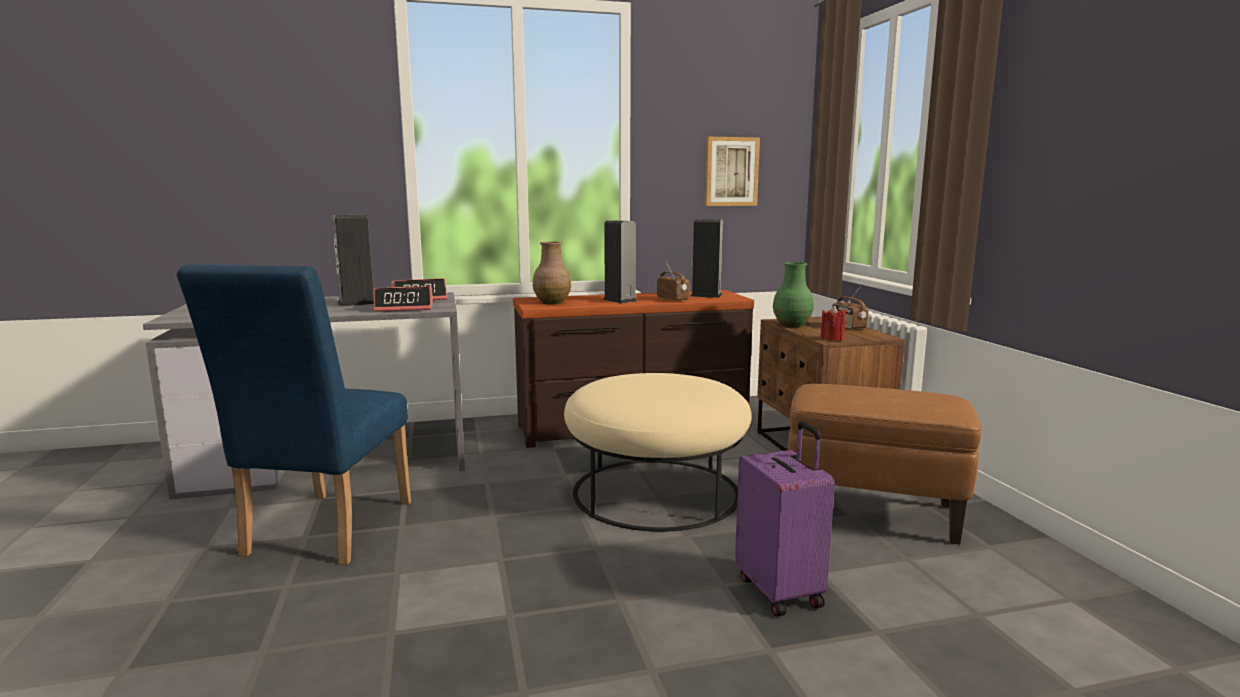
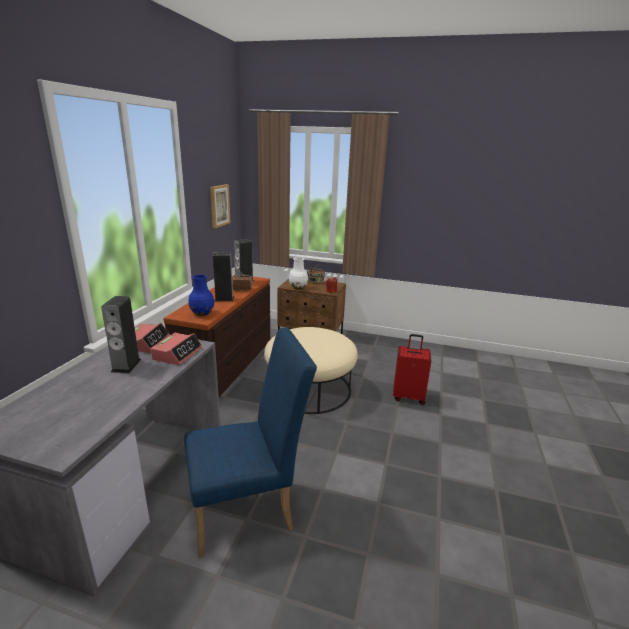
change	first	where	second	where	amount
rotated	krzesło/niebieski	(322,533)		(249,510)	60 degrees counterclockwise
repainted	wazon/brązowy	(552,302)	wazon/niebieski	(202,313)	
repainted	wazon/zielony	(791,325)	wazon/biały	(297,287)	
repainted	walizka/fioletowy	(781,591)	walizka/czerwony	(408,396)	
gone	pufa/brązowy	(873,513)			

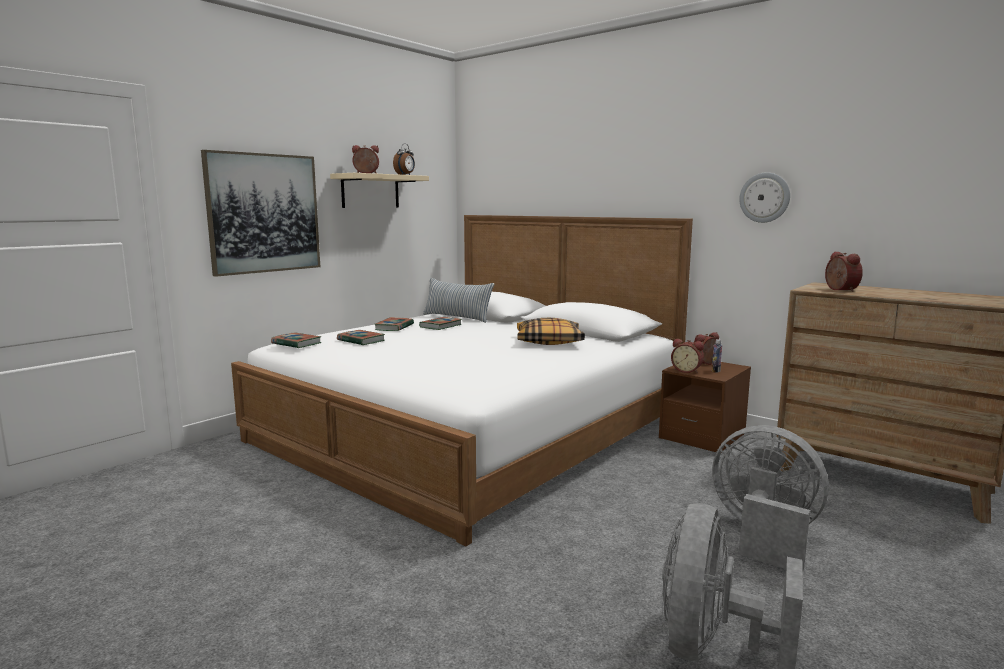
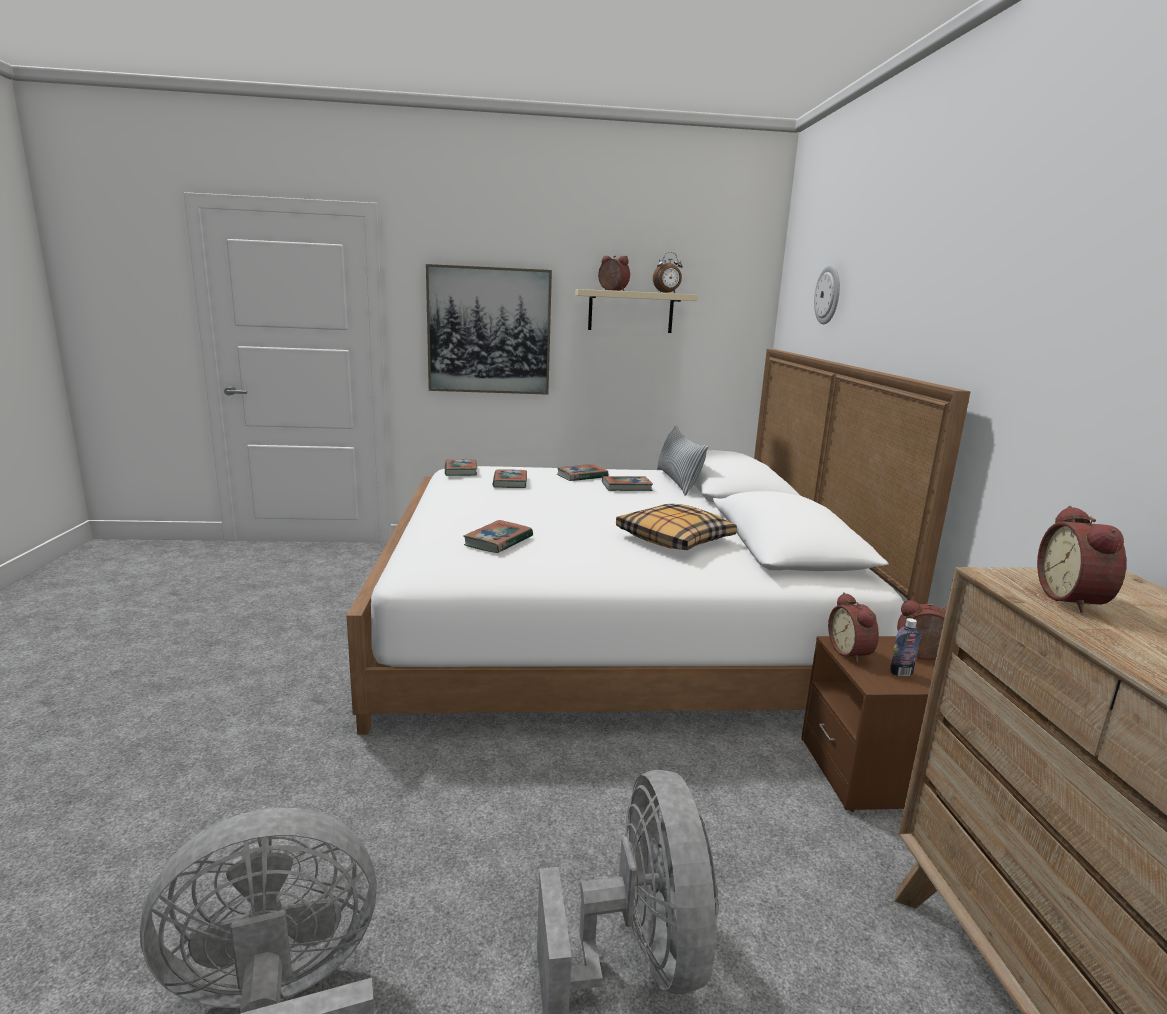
change	first	where	second	where	amount
new			książka	(498,541)	
shifted	zegar ścienny	(764,197)		(828,295)	
rotated	budzik	(839,290)		(1075,600)	150 degrees clockwise

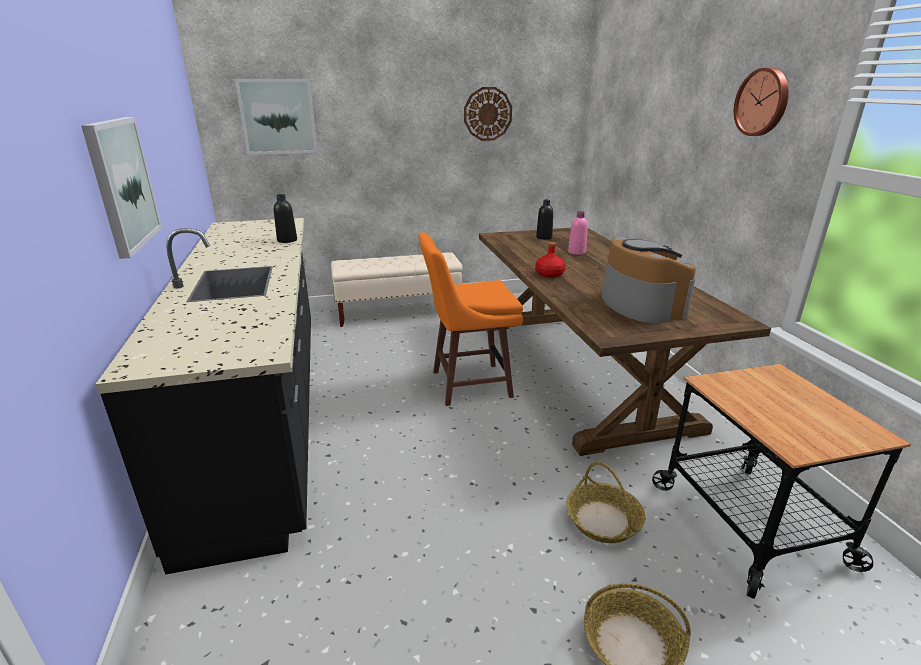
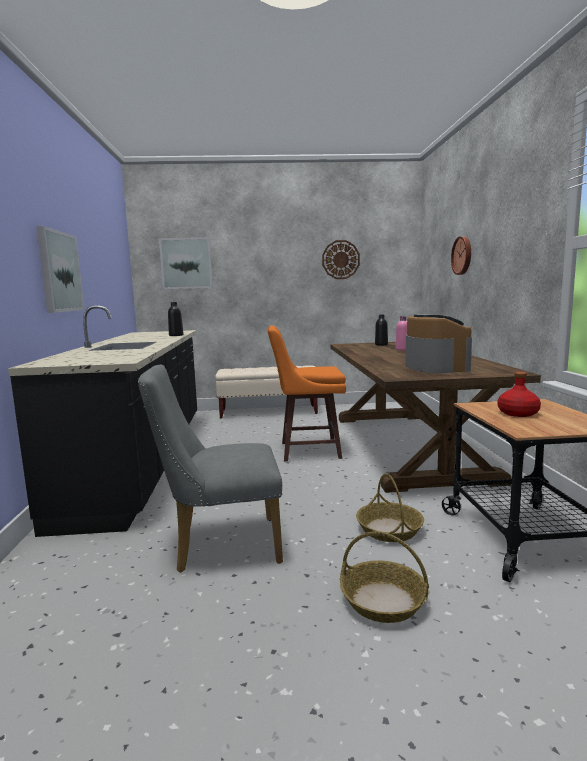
change	first	where	second	where	amount
new			krzesło/szary	(219,545)	
shifted	zegar ścienny	(762,102)		(463,255)	
shifted	butelka/czerwony	(549,274)		(517,413)	

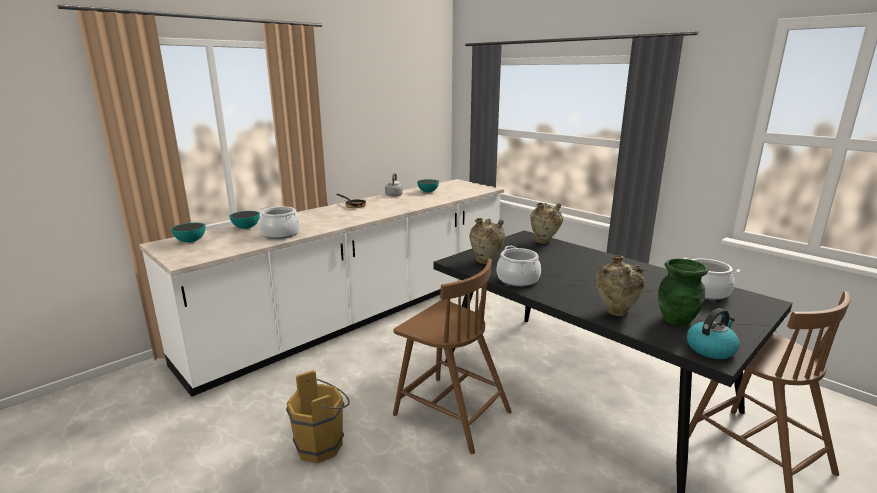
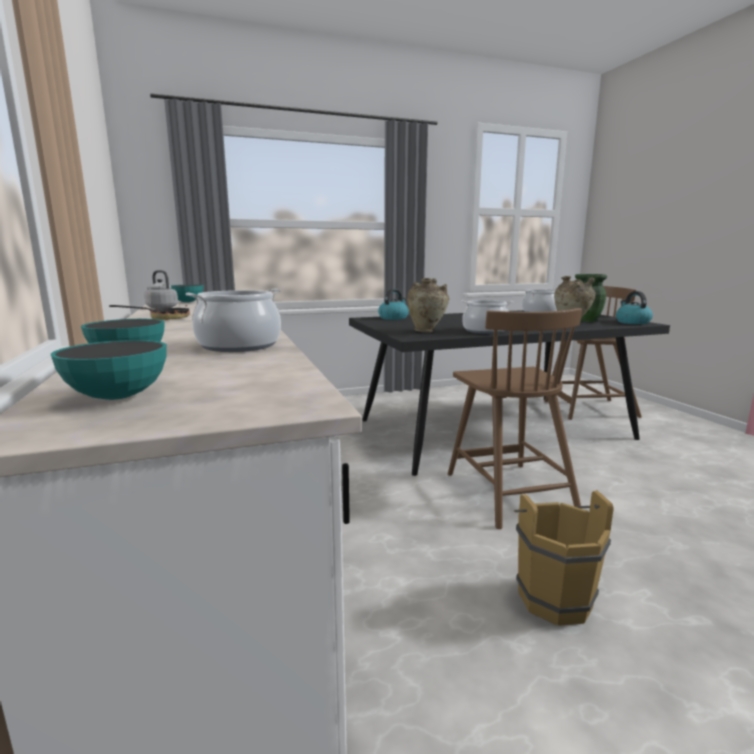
change	first	where	second	where	amount
swapped	wazon/beżowy	(544,242)	czajnik	(393,318)	
rotated	krzesło/brązowy	(450,412)		(508,492)	105 degrees clockwise

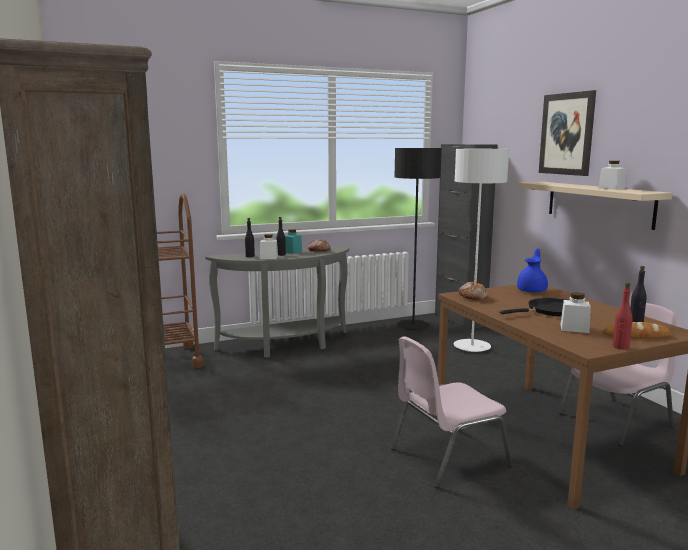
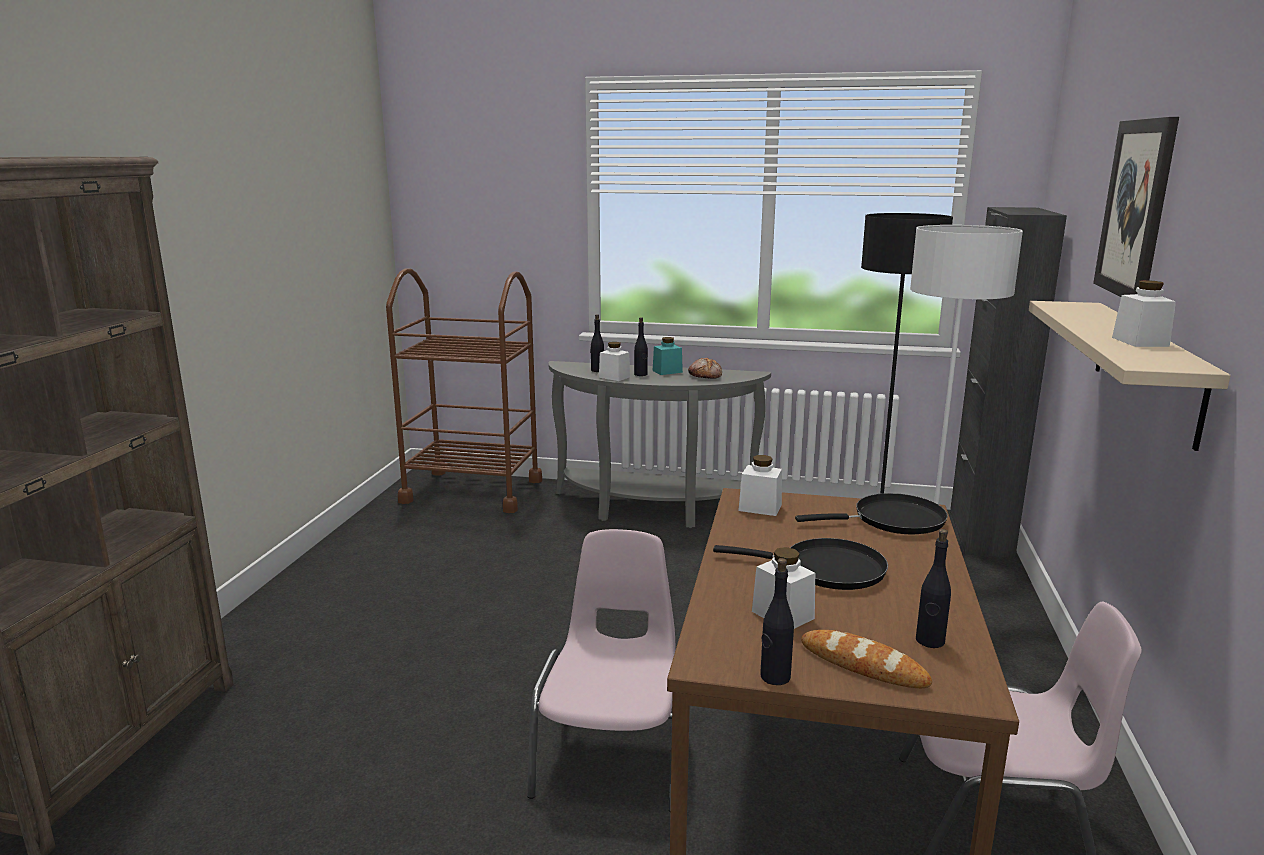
change	first	where	second	where	amount
rotated	krzesło/różowy	(447,457)		(614,753)	90 degrees clockwise
swapped	chleb	(473,297)	słoik/biały	(760,507)	
repainted	butelka/czerwony	(620,347)	butelka/czarny	(774,677)	
swapped	imbryk/niebieski	(532,290)	patelnia/czarny	(892,520)	

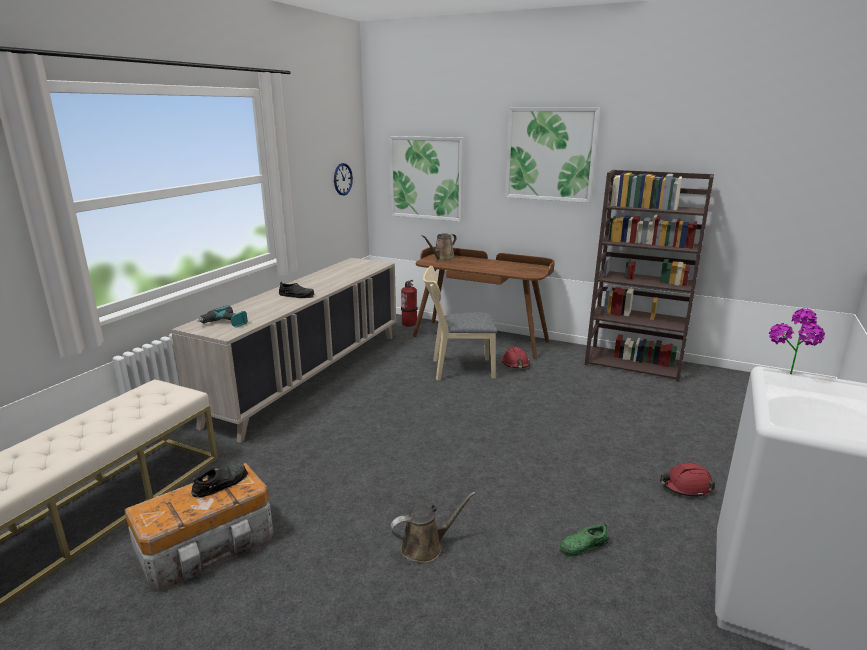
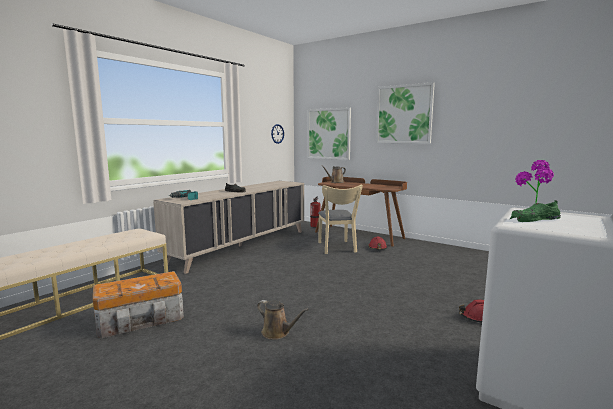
change	first	where	second	where	amount
rotated	konewka/brązowy	(425,547)		(277,333)	45 degrees clockwise
rotated	krzesło/beżowy	(457,369)		(337,248)	105 degrees counterclockwise
shifted	but/zielony	(583,546)		(534,219)	
gone	but/czarny	(221,483)			
gone	regał/brązowy	(634,364)			

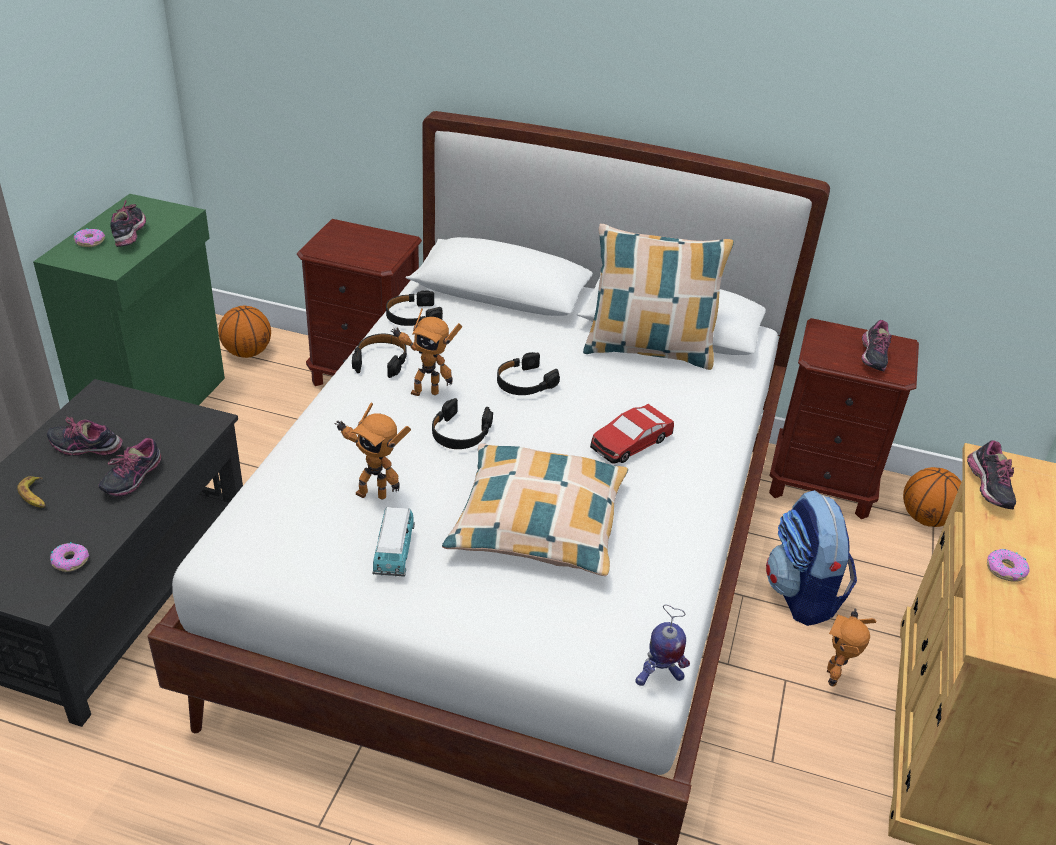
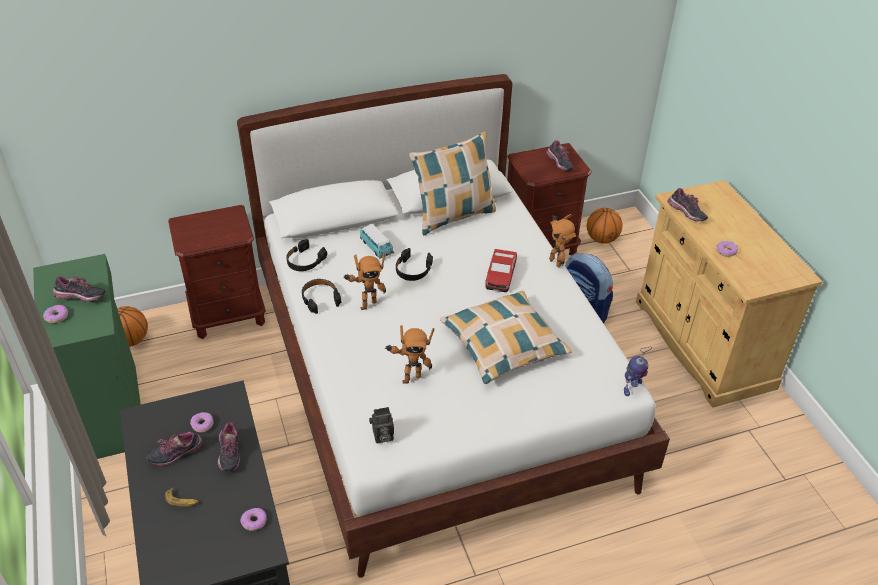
change	first	where	second	where	amount
rotated	but	(131,237)		(81,298)	135 degrees clockwise
new			donut	(202,424)	
shifted	samochodzik	(394,553)		(377,247)	
new			aparat fotograficzny	(382,436)	
shifted	robot zabawkowy	(835,677)		(556,262)	
gone	słuchawki/czarny	(460,433)			

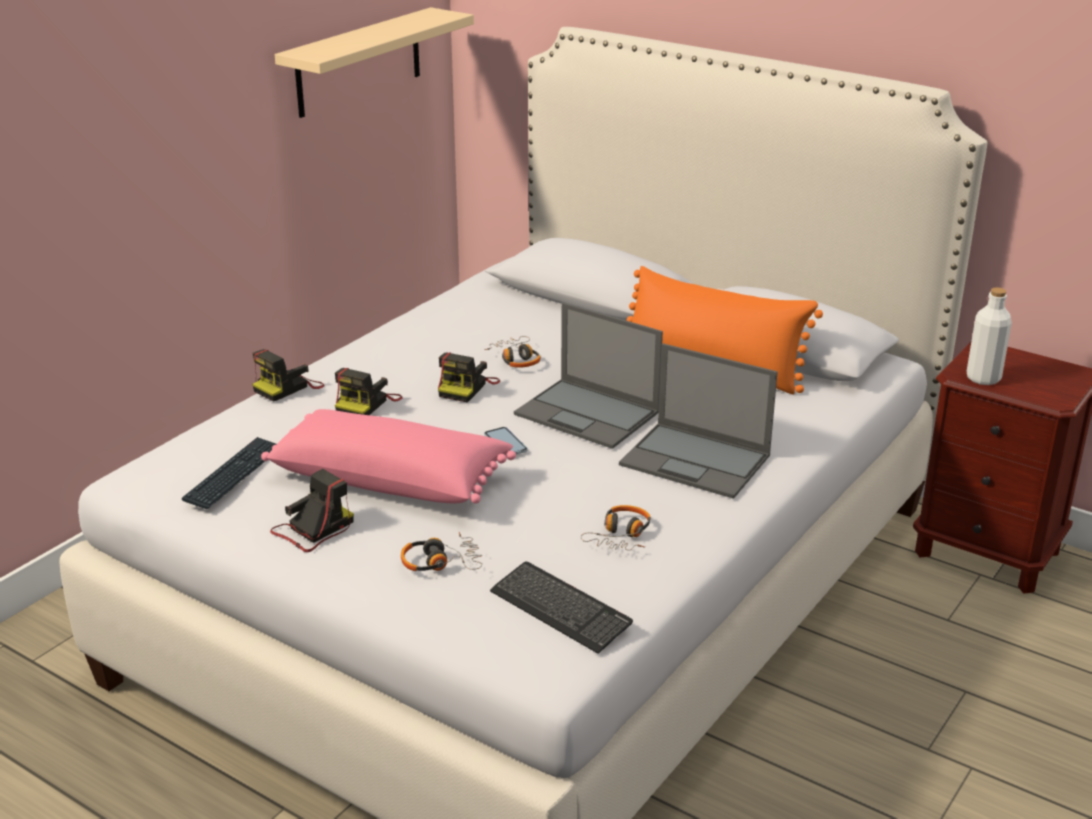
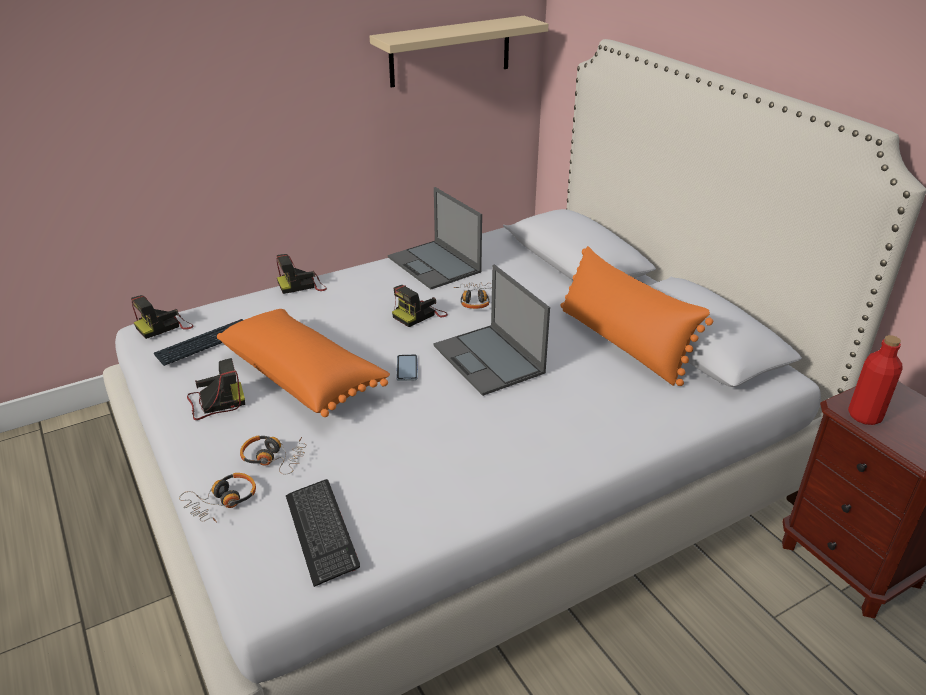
change	first	where	second	where	amount
shifted	aparat fotograficzny	(367,404)		(164,326)	
shifted	słuchawki	(621,536)		(222,502)	
repainted	poduszka/różowy	(391,479)	poduszka/pomarańczowy	(303,376)	
shifted	laptop	(697,460)		(435,265)	
repainted	butelka/biały	(983,378)	butelka/czerwony	(864,416)	

